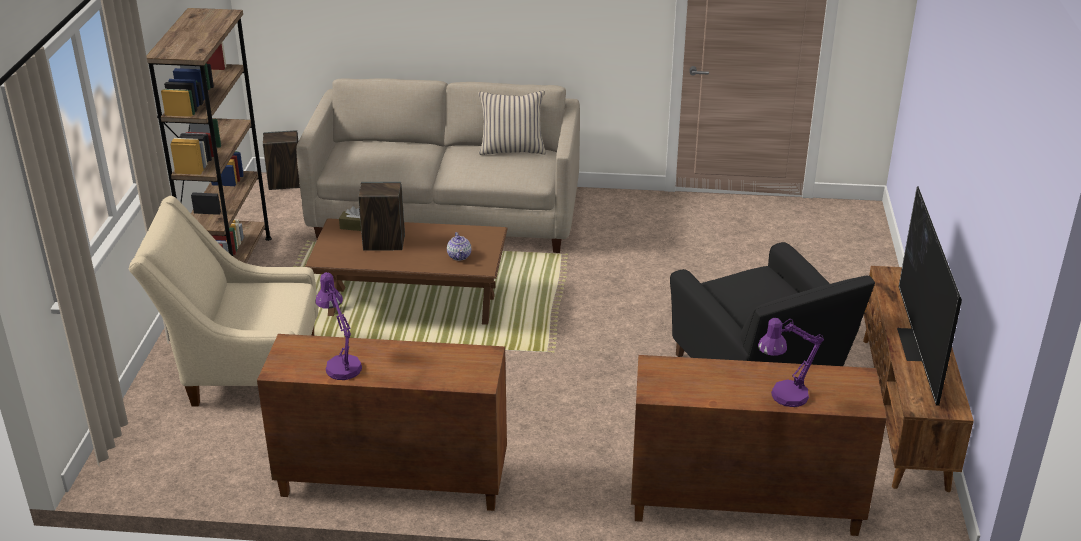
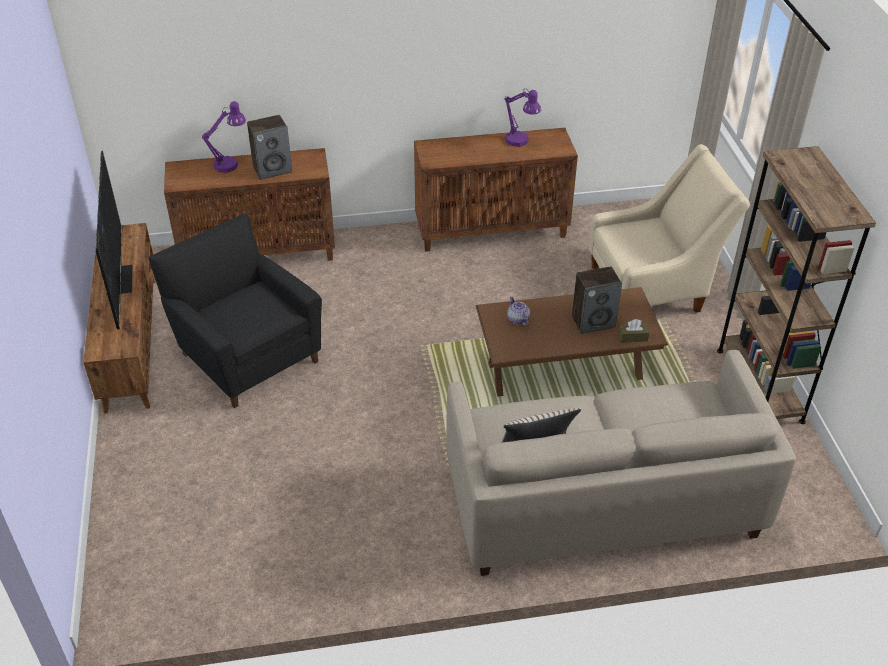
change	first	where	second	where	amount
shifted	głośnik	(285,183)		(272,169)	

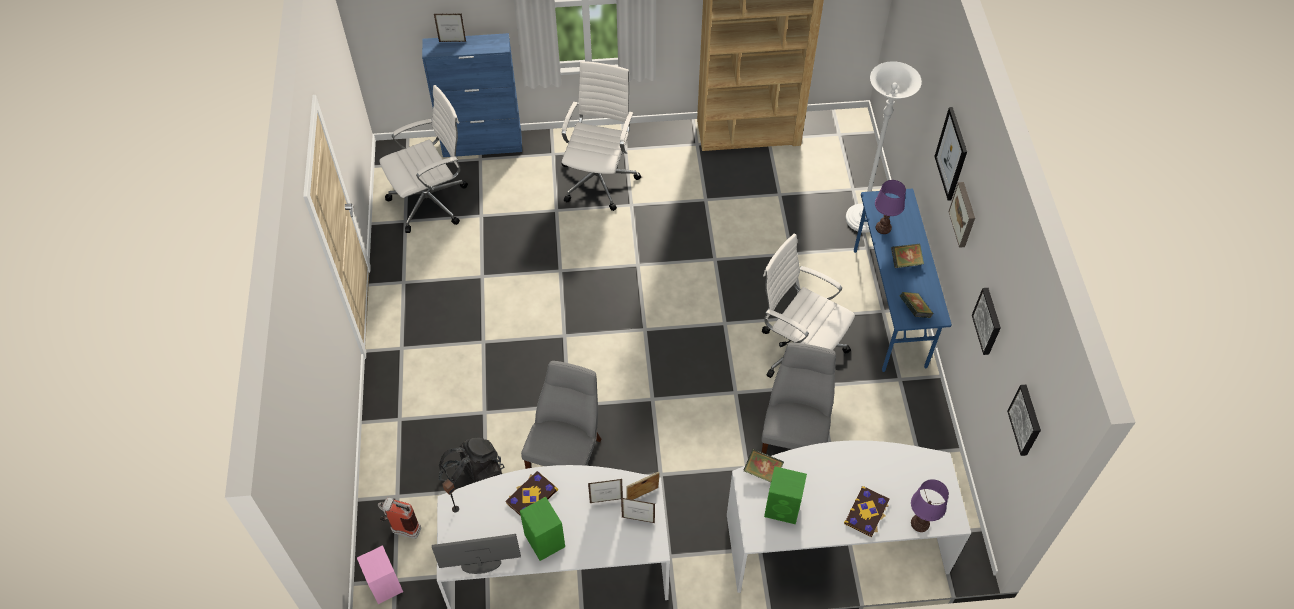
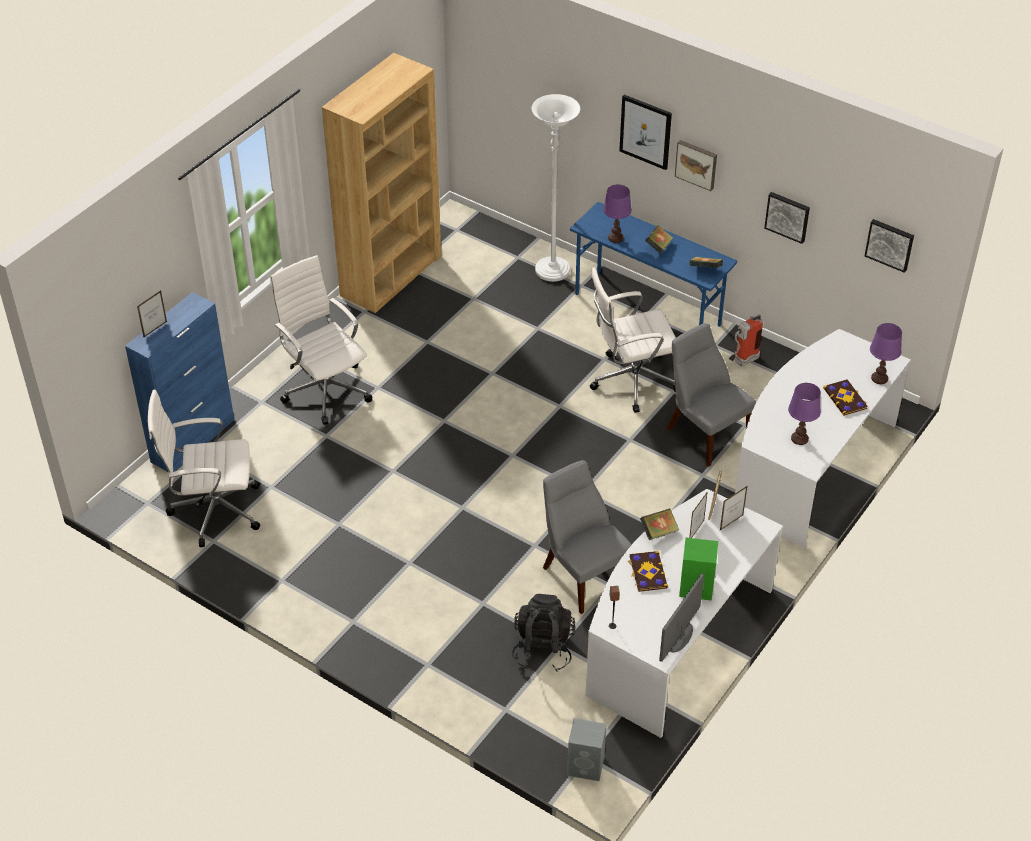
change	first	where	second	where	amount
rotated	krzesło biurowe/biały	(431,201)		(213,510)	105 degrees counterclockwise
repainted	głośnik/różowy	(385,586)	głośnik/szary	(586,766)	
shifted	książka	(762,471)		(659,532)	
shifted	gaśnica	(401,529)		(742,362)	
swapped	głośnik/zielony	(783,508)	lampa stołowa/fioletowy	(799,438)	

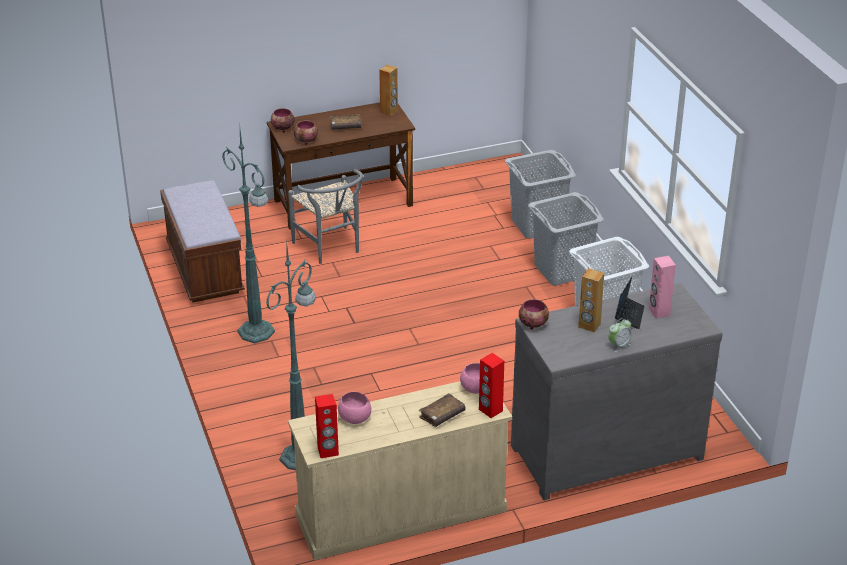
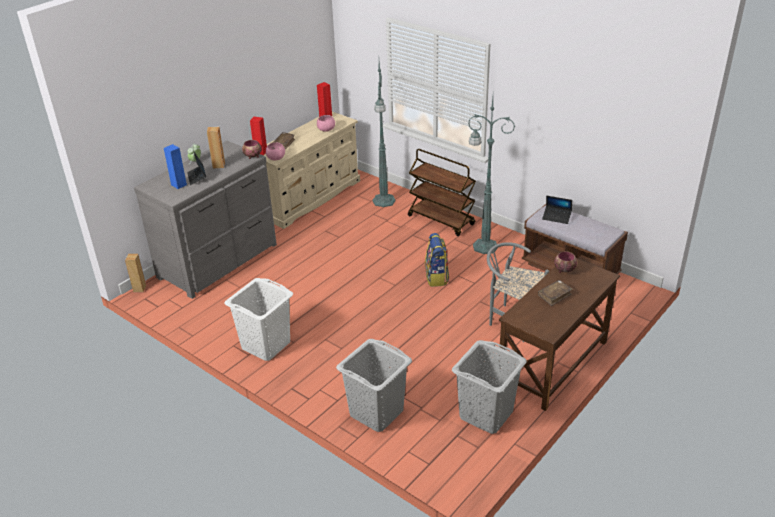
change	first	where	second	where	amount
shifted	głośnik/brązowy	(389,111)		(139,288)	
repainted	głośnik/różowy	(658,312)	głośnik/niebieski	(179,185)	
new			wózek/brązowy	(441,220)	
new			plecak	(437,277)	
shifted	kosz na pranie/szary	(562,271)		(485,414)	
new			laptop	(556,217)	
gone	miska	(282,128)			

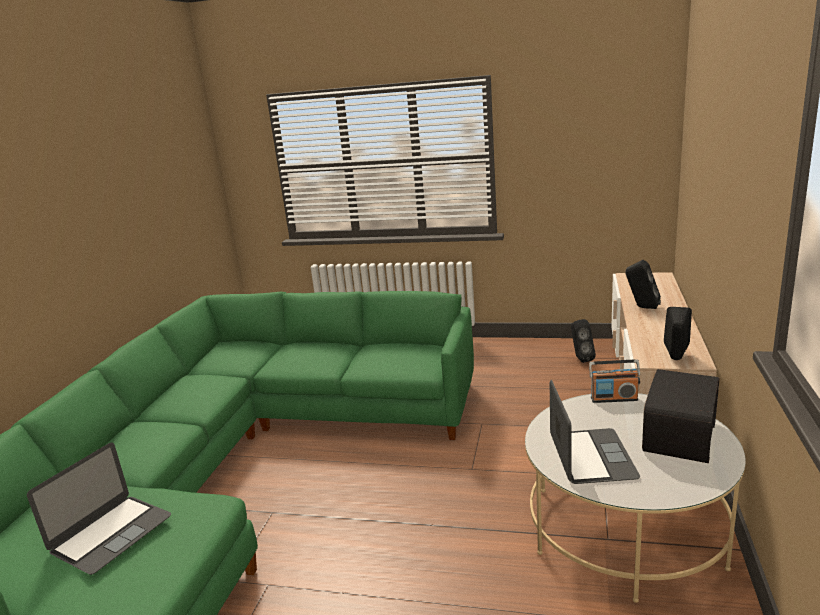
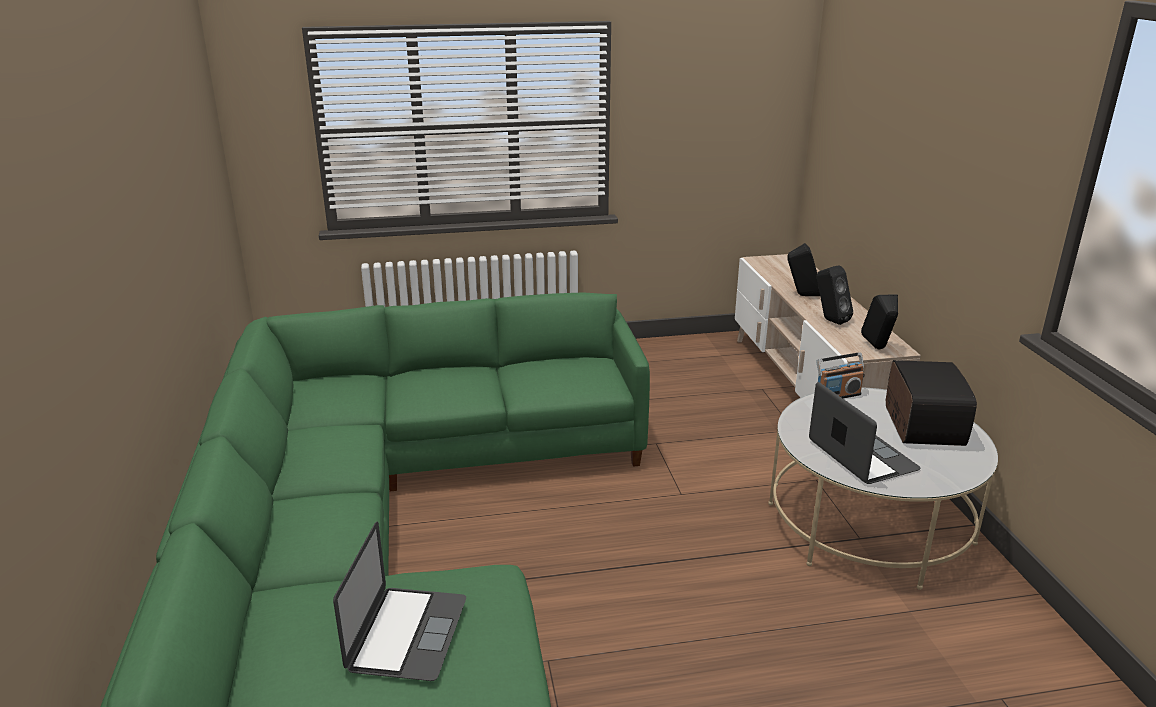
change	first	where	second	where	amount
shifted	głośnik/czarny	(580,358)		(829,320)	

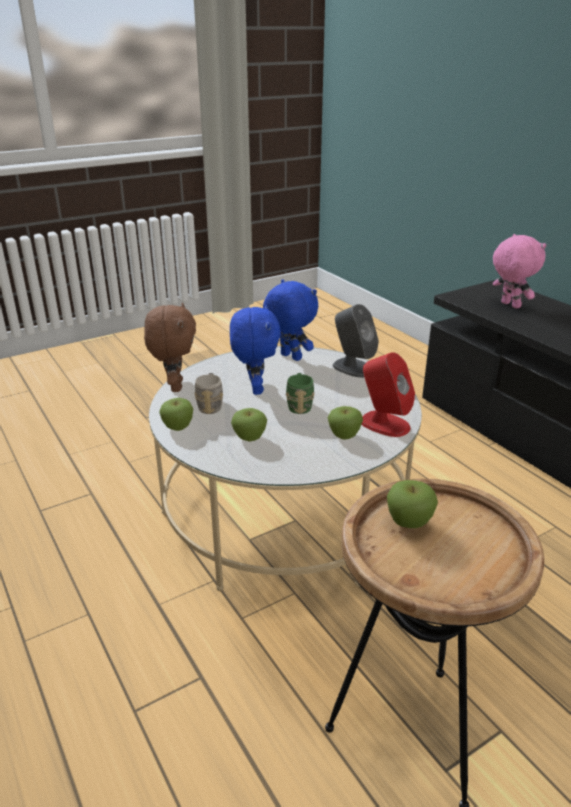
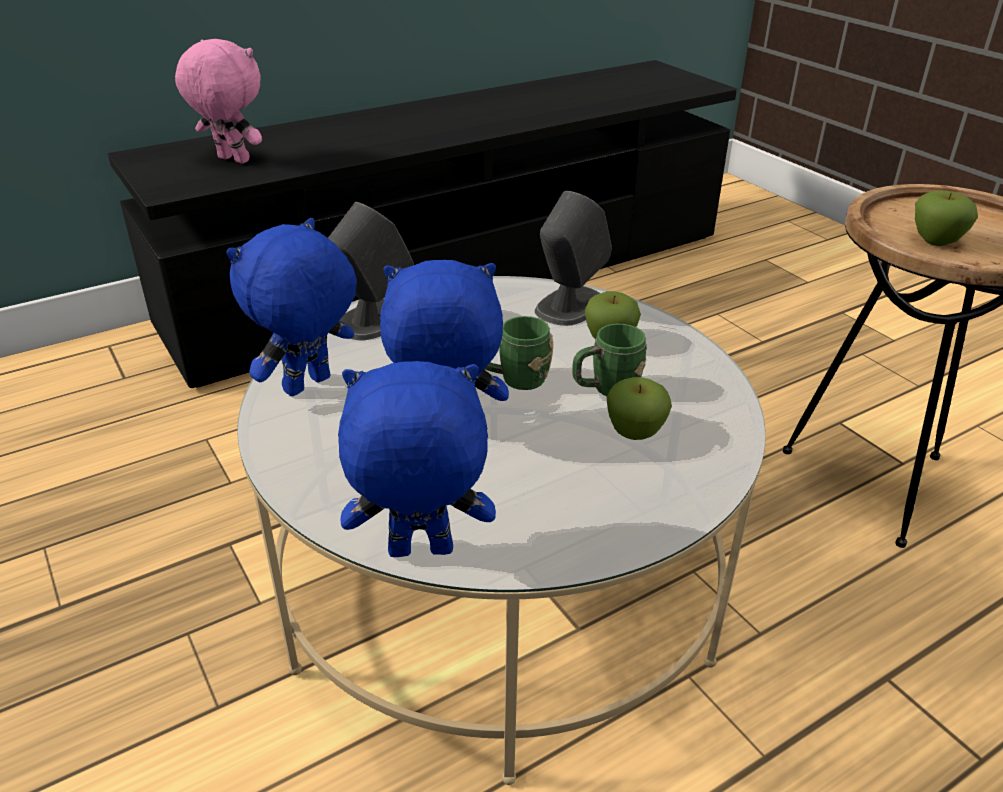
change	first	where	second	where	amount
rotated	pluszak/różowy	(509,305)		(231,160)	60 degrees clockwise
repainted	pluszak/brązowy	(174,386)	pluszak/niebieski	(419,553)	
repainted	głośnik/czerwony	(384,424)	głośnik/szary	(569,306)	
new			kubek/zielony	(606,389)	
gone	jabłko	(178,427)			
gone	kubek/szary	(210,405)			

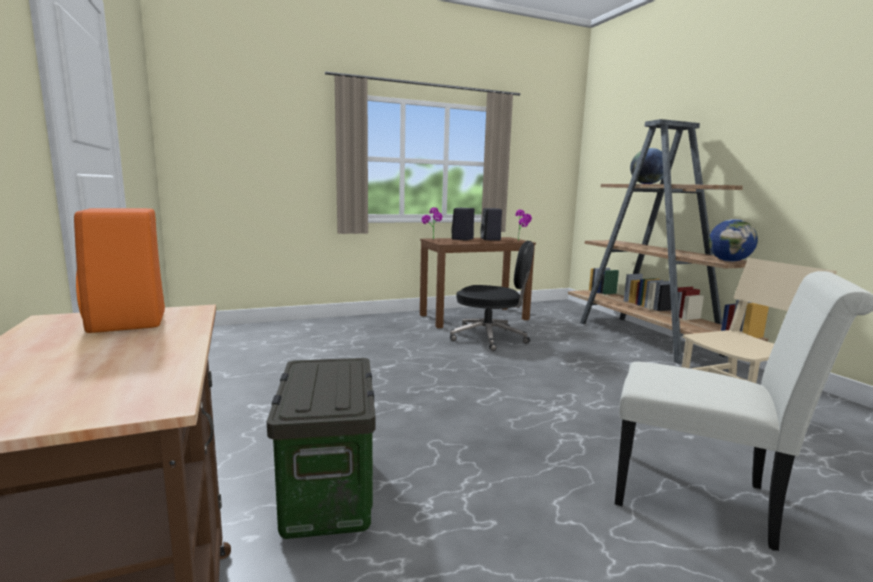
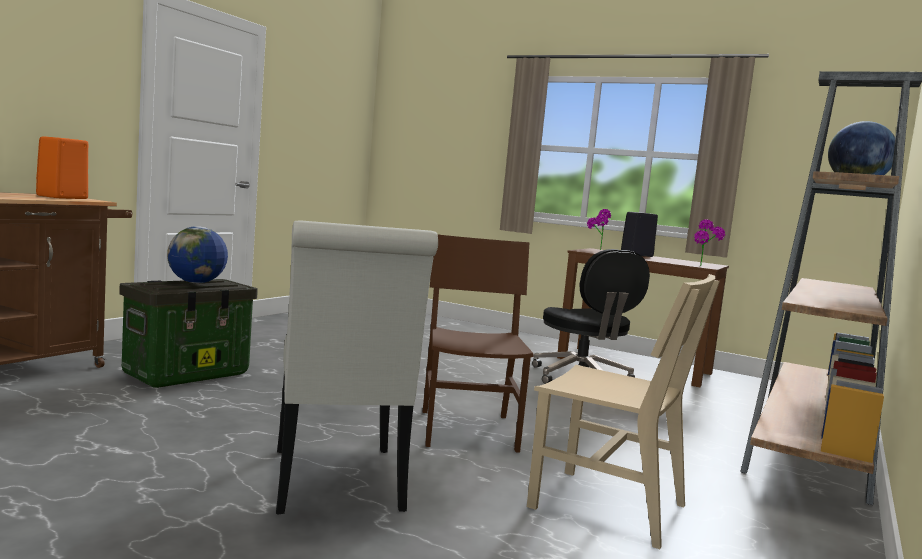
change	first	where	second	where	amount
shifted	globus	(729,261)		(196,283)	
new			krzesło/brązowy	(468,430)	
gone	głośnik/czarny	(491,239)			

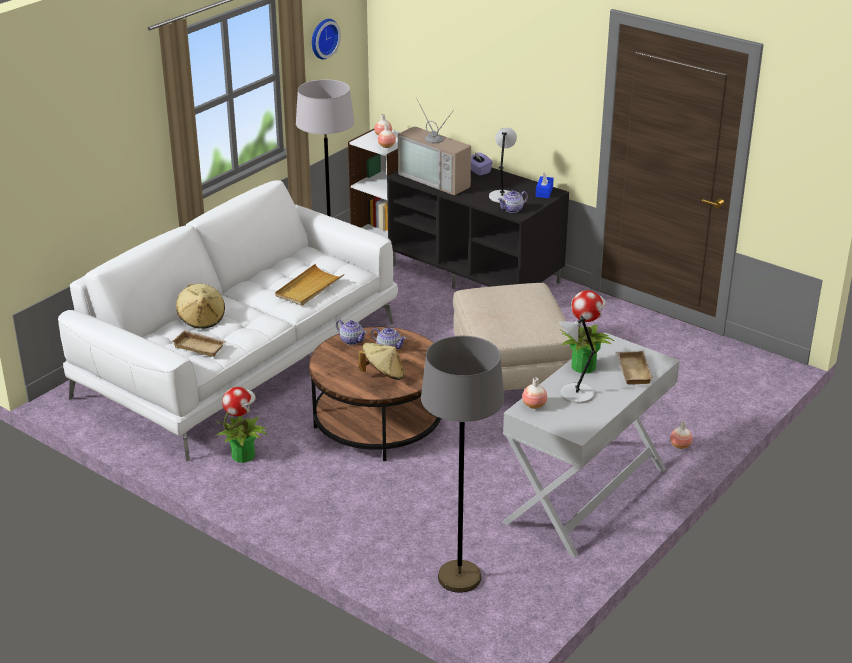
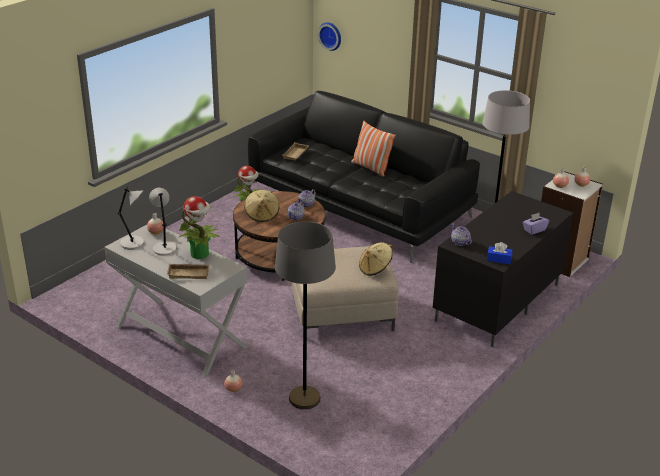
change	first	where	second	where	amount
shifted	lampa stołowa/szary	(502,196)		(133,243)	
repainted	kanapa/biały	(241,358)	kanapa/czarny	(359,206)	
shifted	lampa stojąca/szary	(459,578)		(304,398)	
shifted	zegar ścienny	(323,38)		(331,35)	
new			poduszka	(371,168)	
shifted	kapelusz/beżowy	(201,319)		(375,269)	
gone	taca/beżowy	(309,288)			
gone	telewizor	(437,179)			

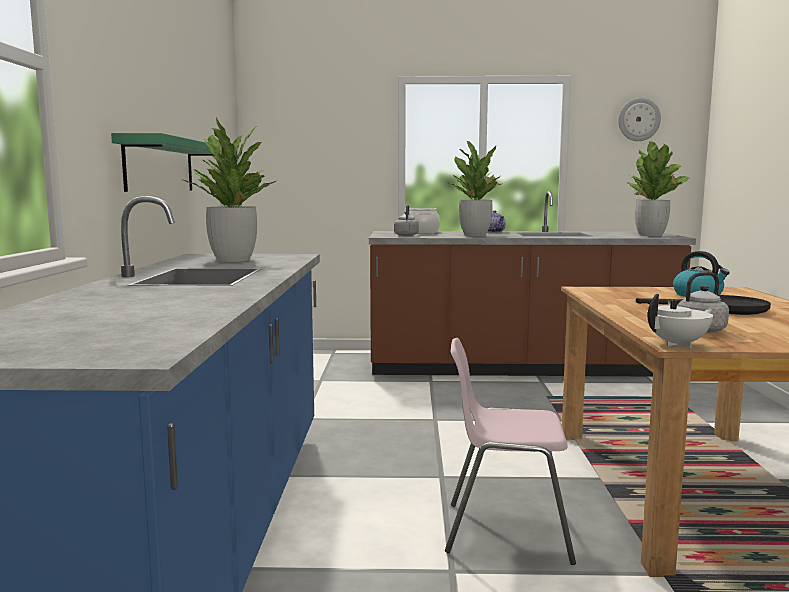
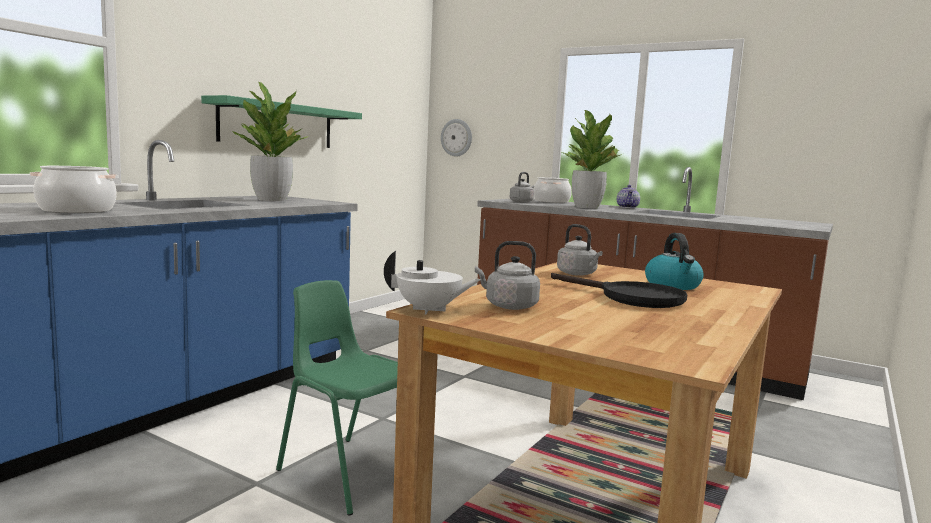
change	first	where	second	where	amount
new			garnek	(77,210)	
repainted	krzesło/różowy	(506,531)	krzesło/zielony	(349,472)	
shifted	zegar ścienny	(639,119)		(456,137)	
new			czajnik/szary	(578,274)	
gone	roślina doniczkowa	(651,235)			

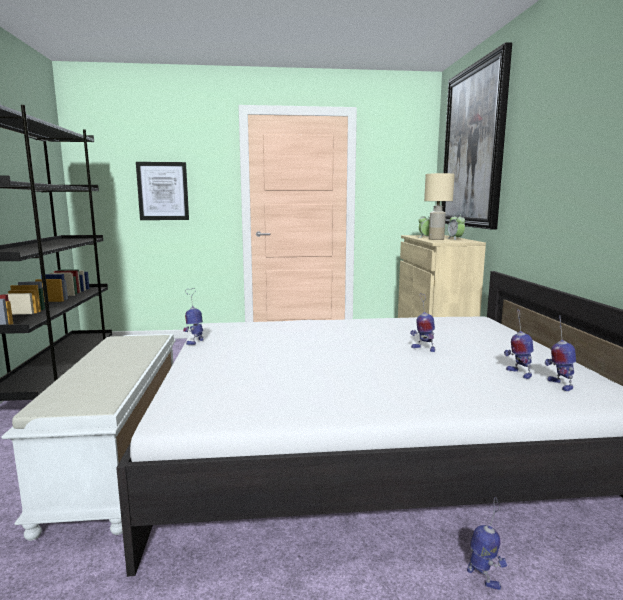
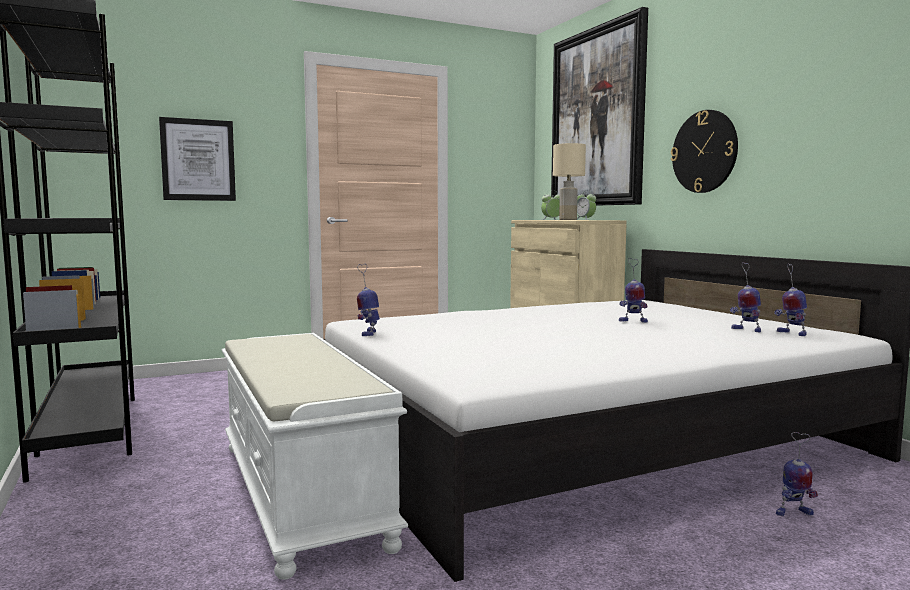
change	first	where	second	where	amount
new			zegar ścienny	(704,151)	
rotated	robot zabawkowy	(483,577)		(793,513)	135 degrees clockwise

